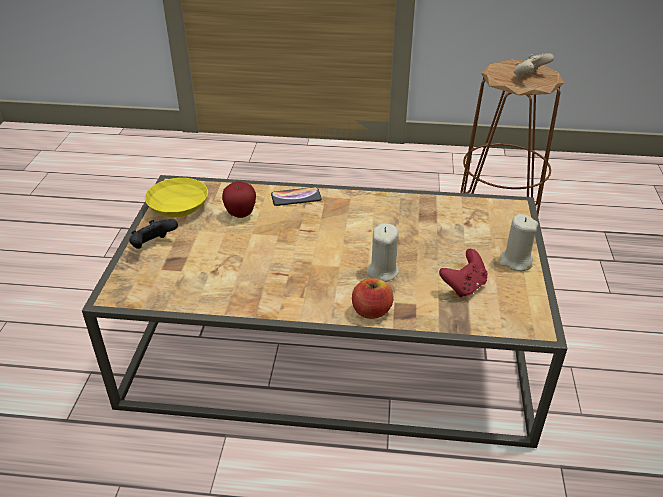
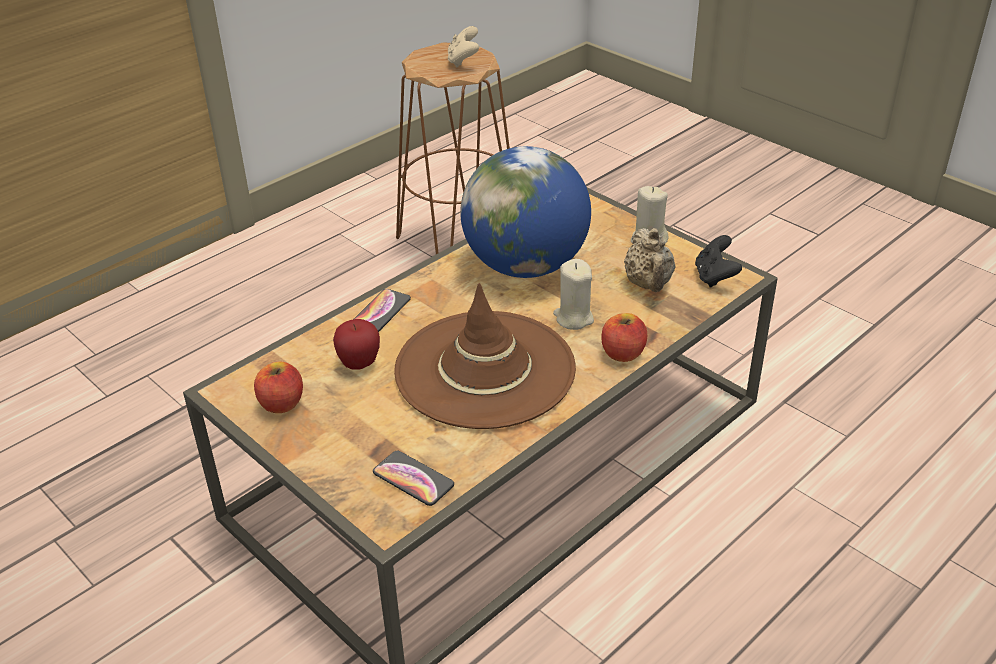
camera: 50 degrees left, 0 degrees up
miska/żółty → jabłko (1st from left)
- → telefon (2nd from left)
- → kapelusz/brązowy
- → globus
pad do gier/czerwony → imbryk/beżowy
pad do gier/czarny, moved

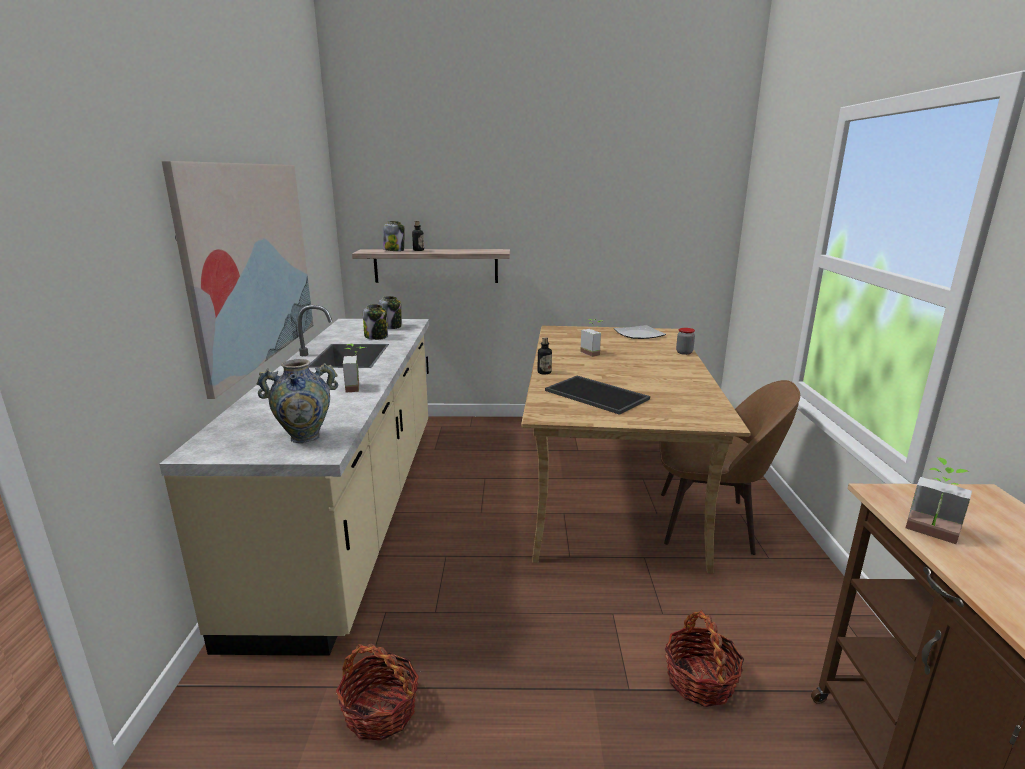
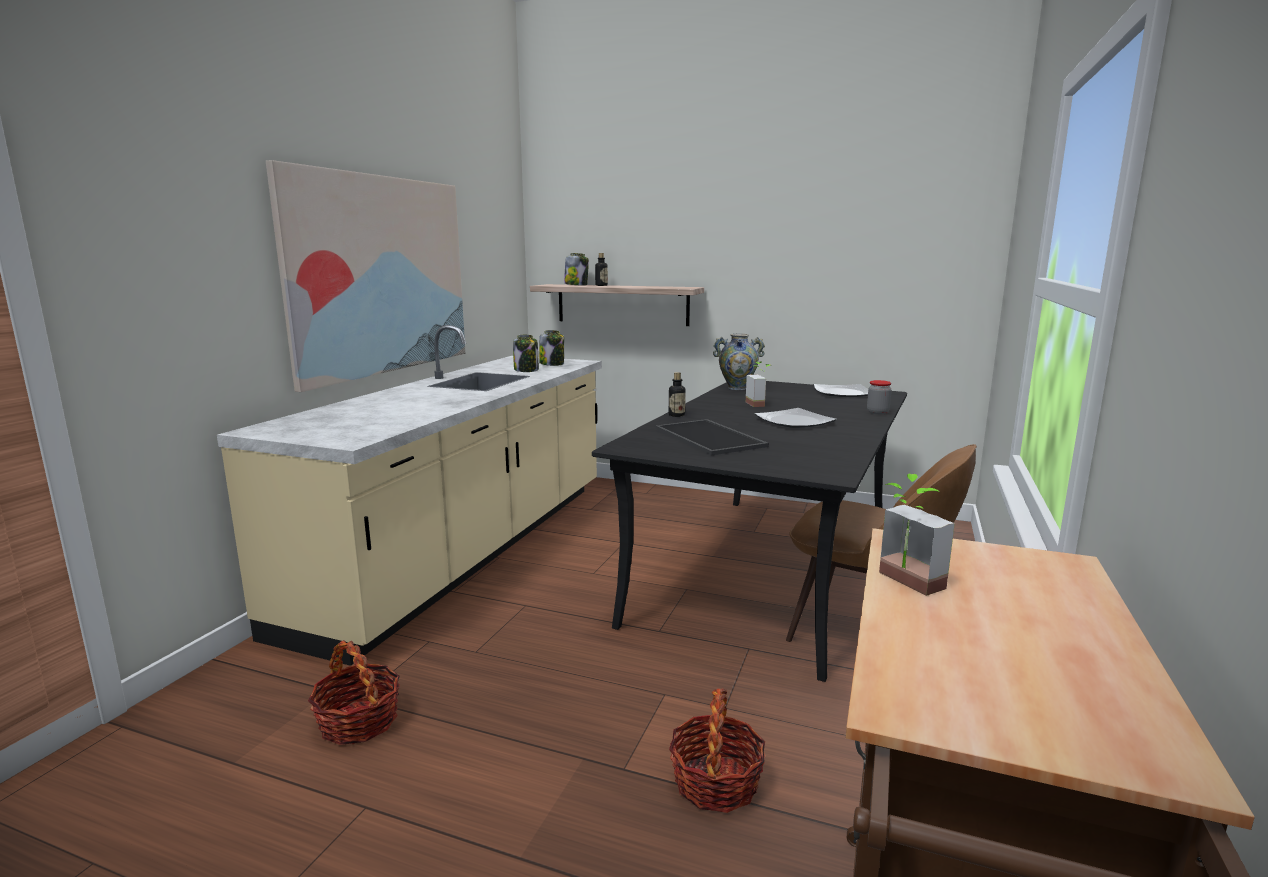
camera: 20 degrees right, 5 degrees down
stół jadalny/beżowy → stół jadalny/czarny
wazon, moved
- → talerz (1st from left)
roślina doniczkowa (1st from left) → -

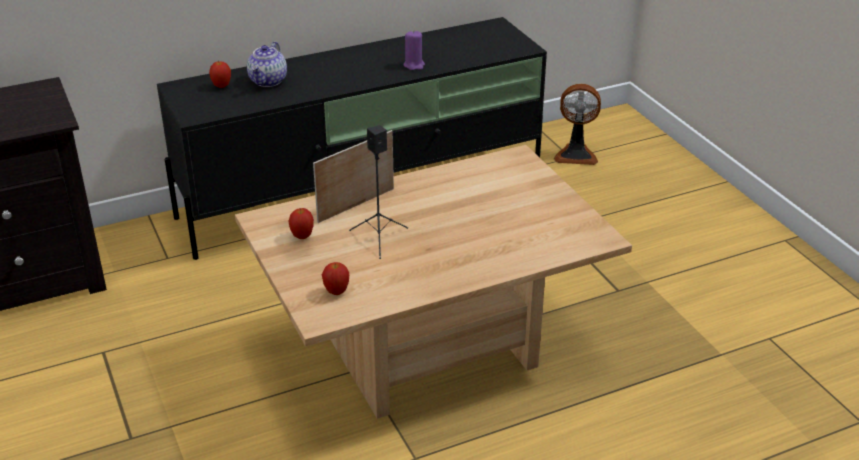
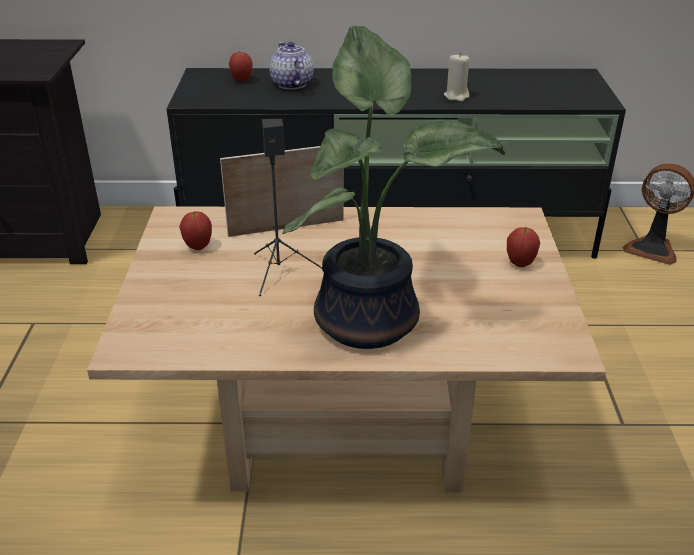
camera: 25 degrees right, 0 degrees up
imbryk, 120 degrees clockwise
- → roślina doniczkowa
świeca/fioletowy → świeca/beżowy
jabłko (3rd from left), moved

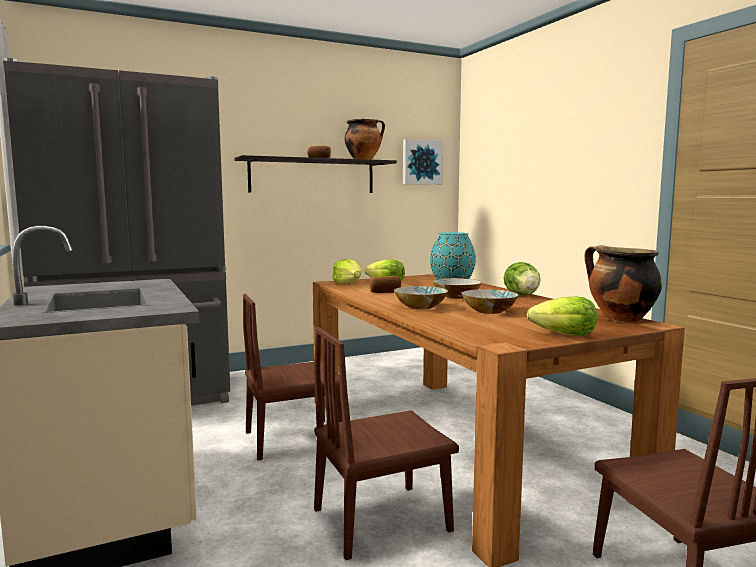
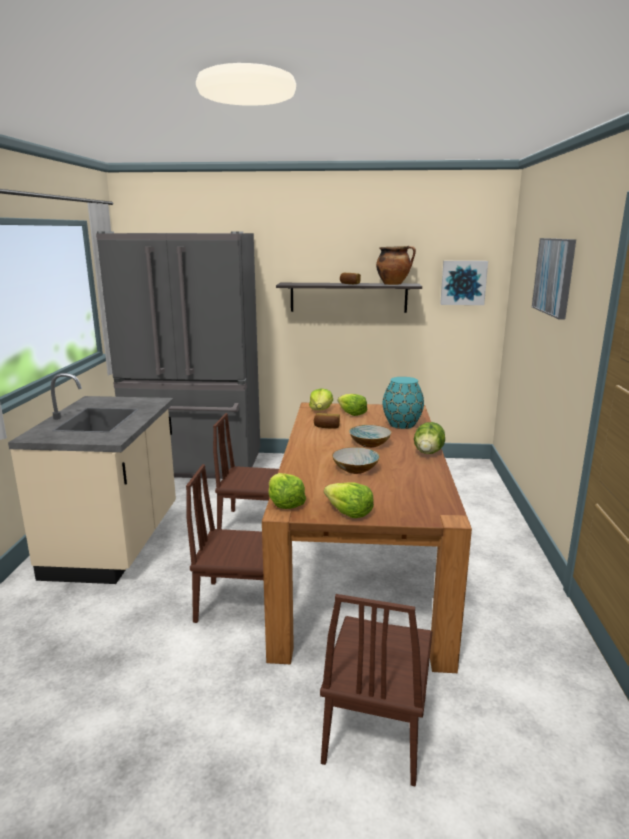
camera: 30 degrees right, 10 degrees up
- → sałata (1st from left)
- → obraz (2nd from left)
miska (1st from left) → -
garnek (2nd from left) → -

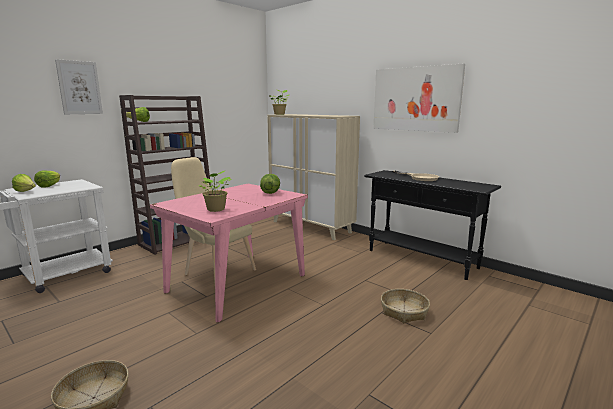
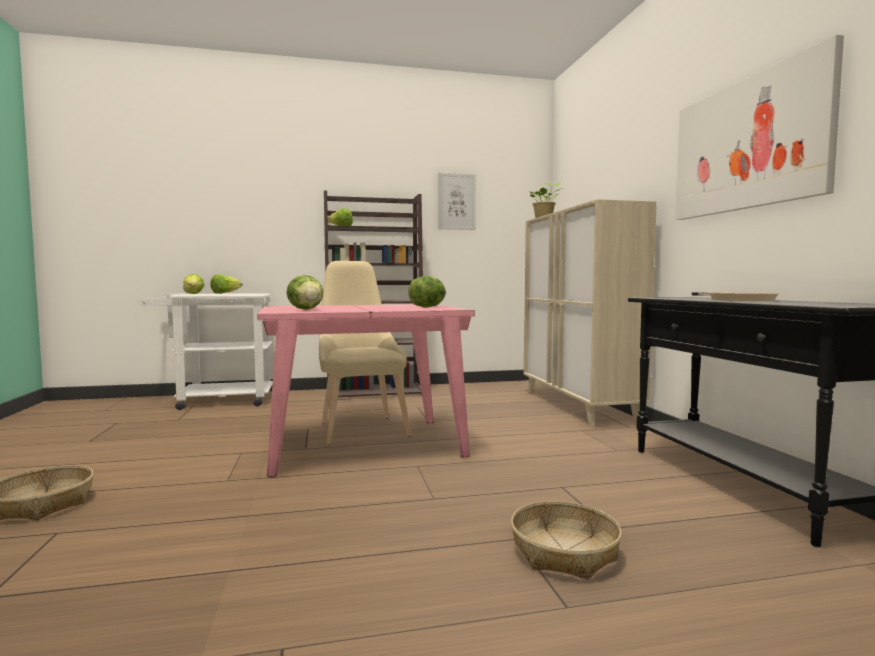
camera: 35 degrees right, 10 degrees down
roślina doniczkowa (1st from left) → sałata (3rd from left)
obraz (1st from left), moved

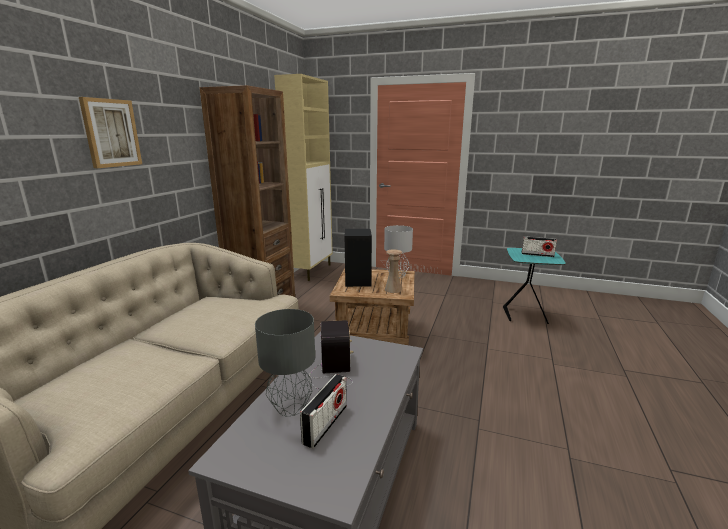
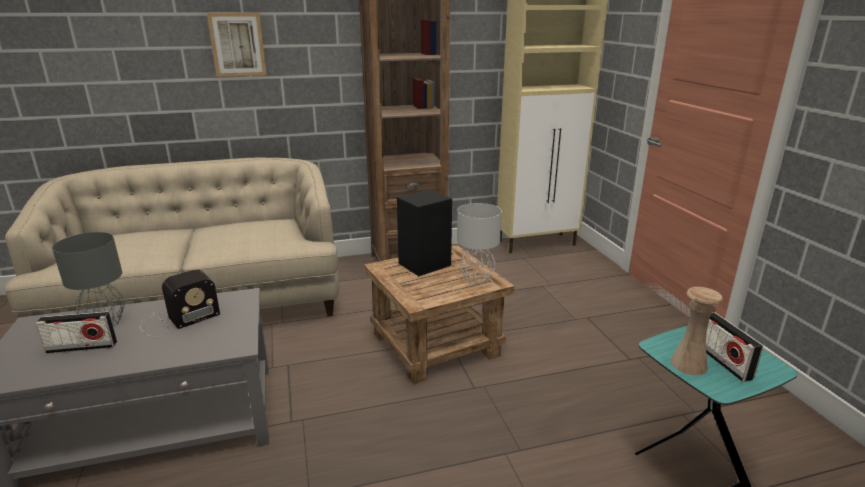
camera: 55 degrees right, 5 degrees up
wazon/beżowy, moved

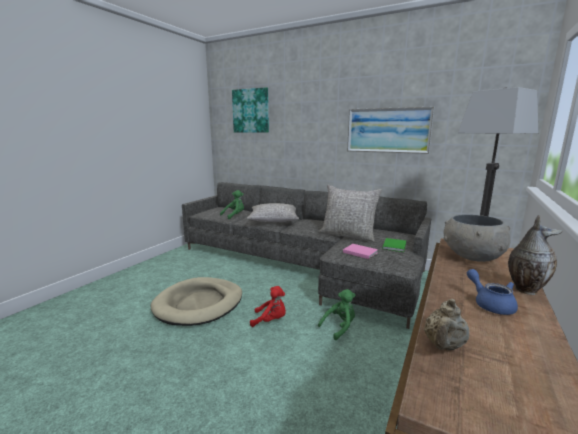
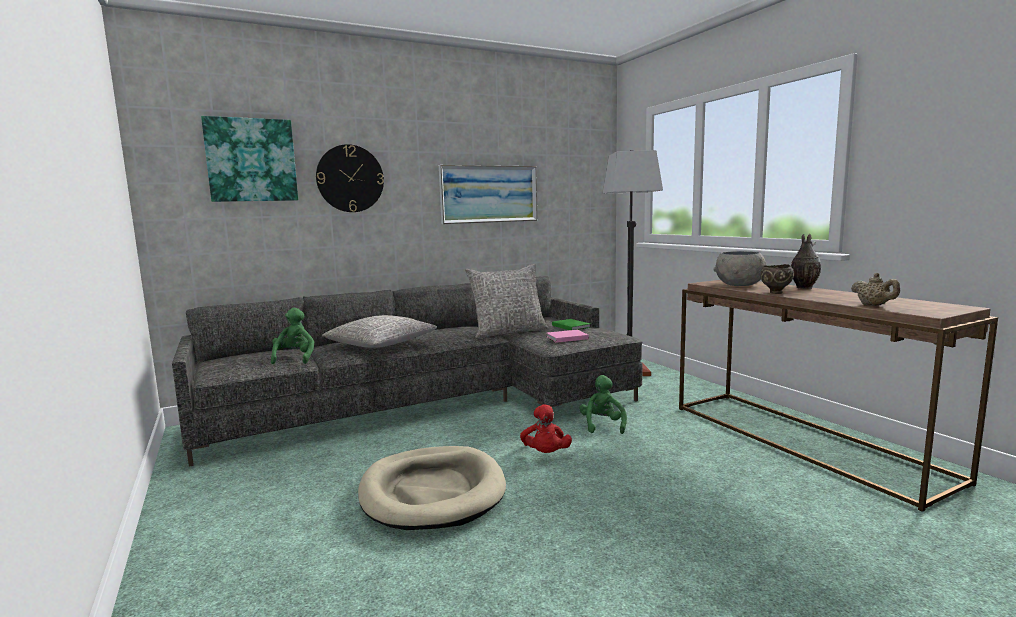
camera: 55 degrees left, 5 degrees down
- → zegar ścienny
pluszak/czerwony, 135 degrees clockwise
- → miska/brązowy
imbryk/niebieski → -

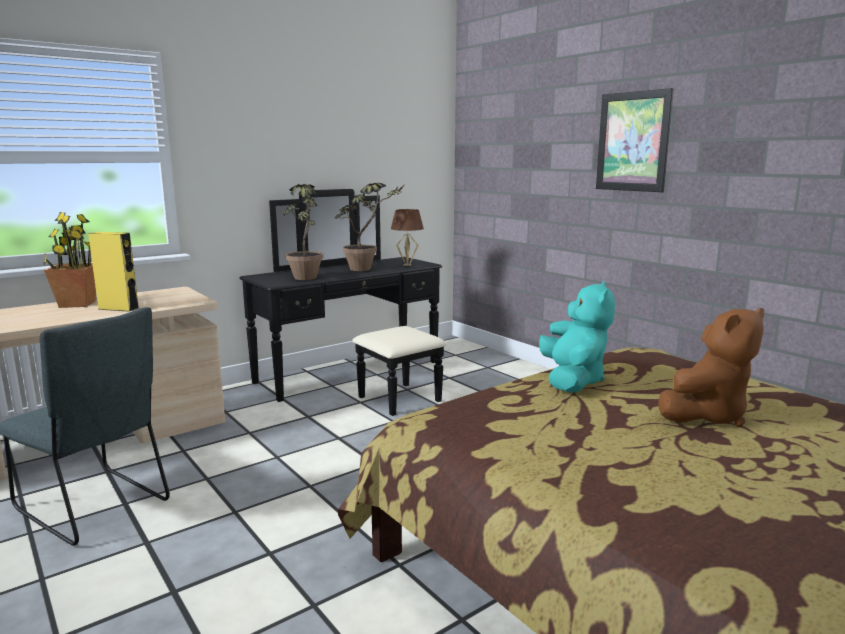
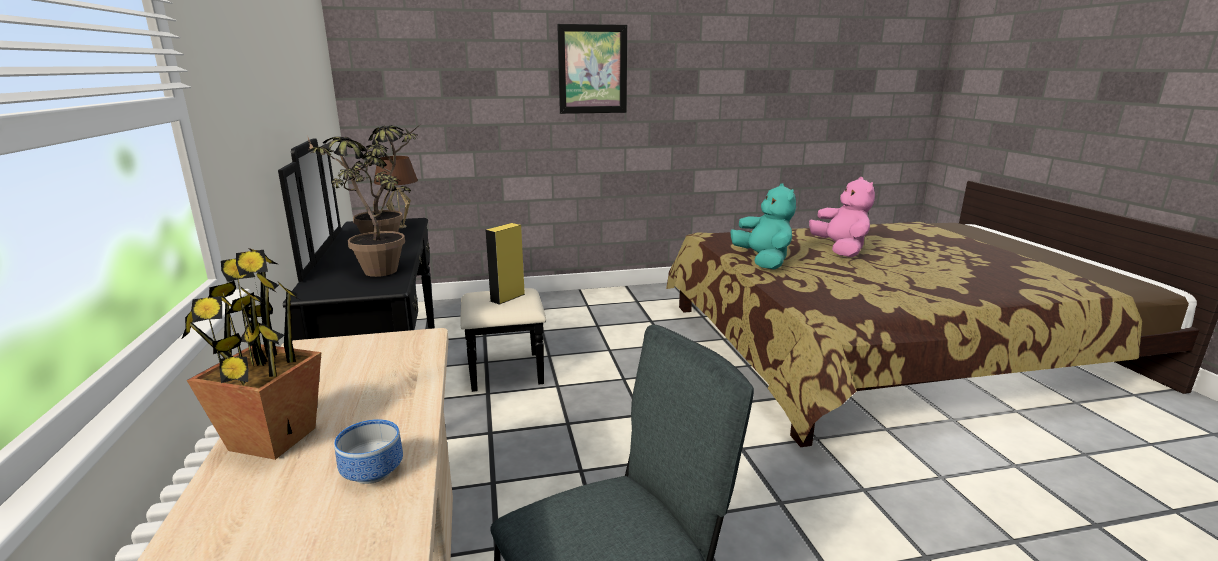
camera: 65 degrees left, 5 degrees up
- → miska
głośnik/żółty, moved
pluszak/turkusowy, 45 degrees clockwise
pluszak/brązowy → pluszak/różowy

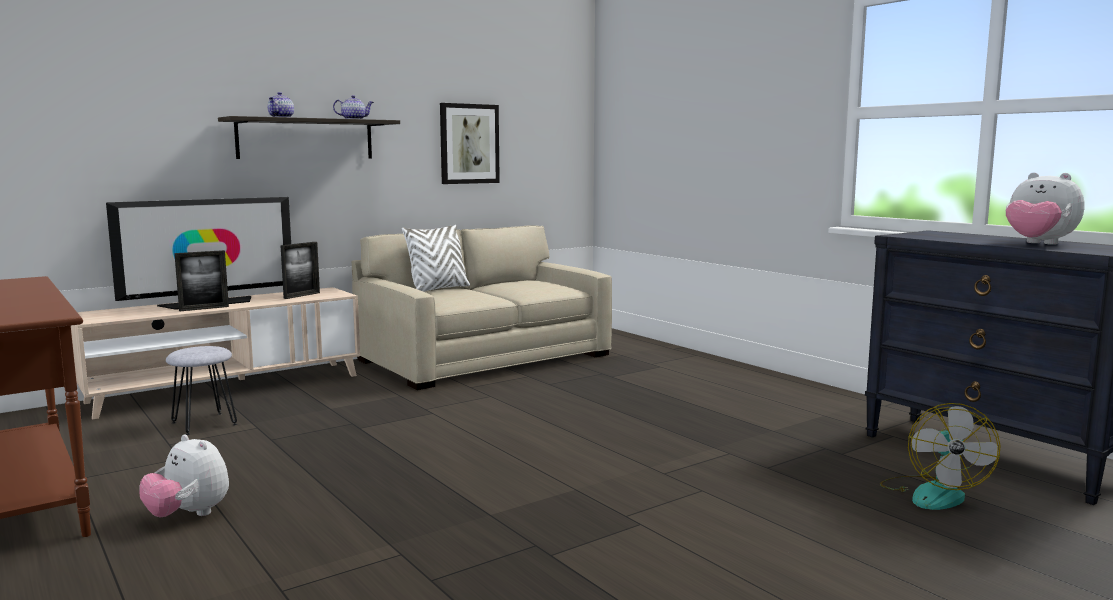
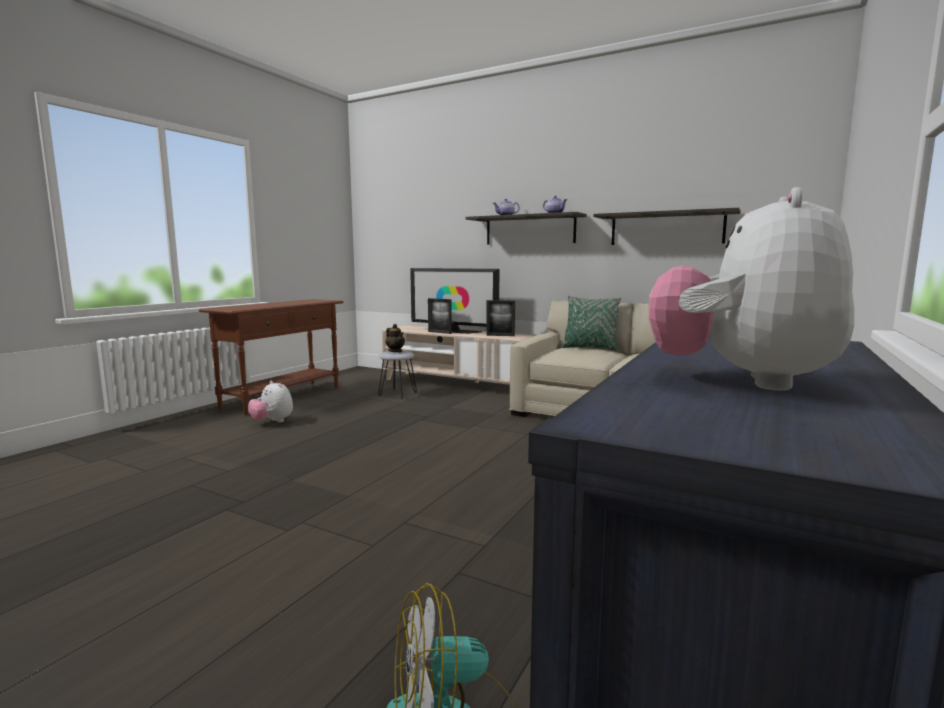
camera: 65 degrees right, 0 degrees up
pluszak (1st from left), 60 degrees counterclockwise
- → imbryk (1st from left)
poduszka/biały → poduszka/zielony
obraz → półka (2nd from left)

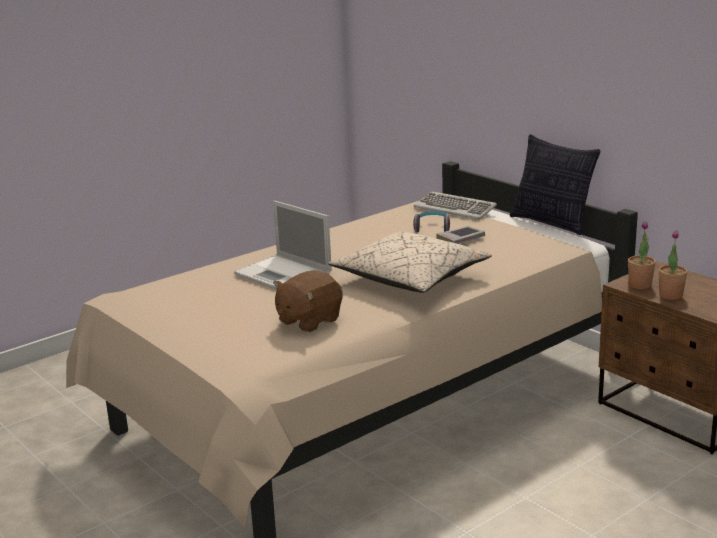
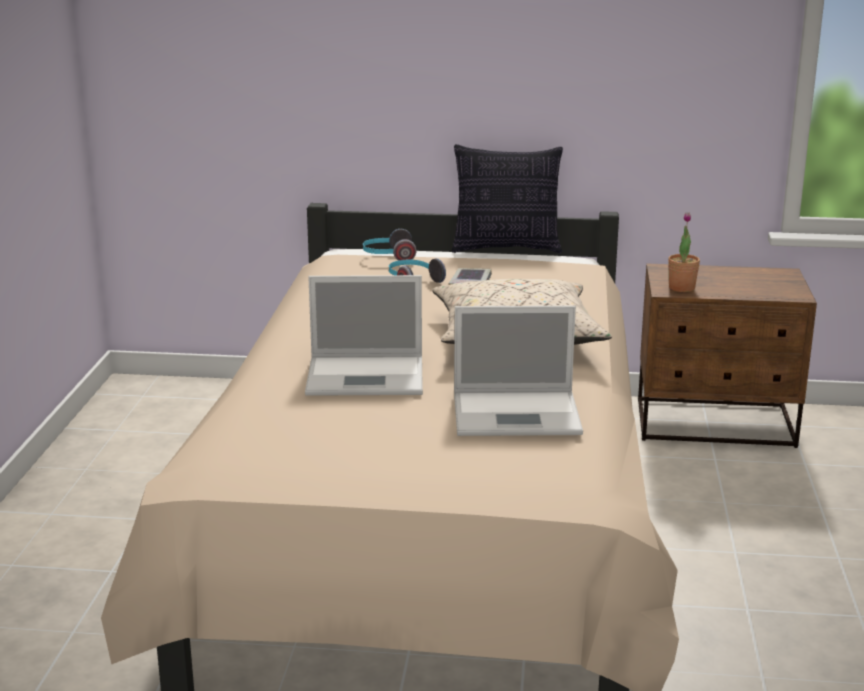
camera: 45 degrees left, 0 degrees up
klawiatura → słuchawki (1st from left)
pluszak/brązowy → laptop (2nd from left)
roślina doniczkowa (2nd from left) → -

